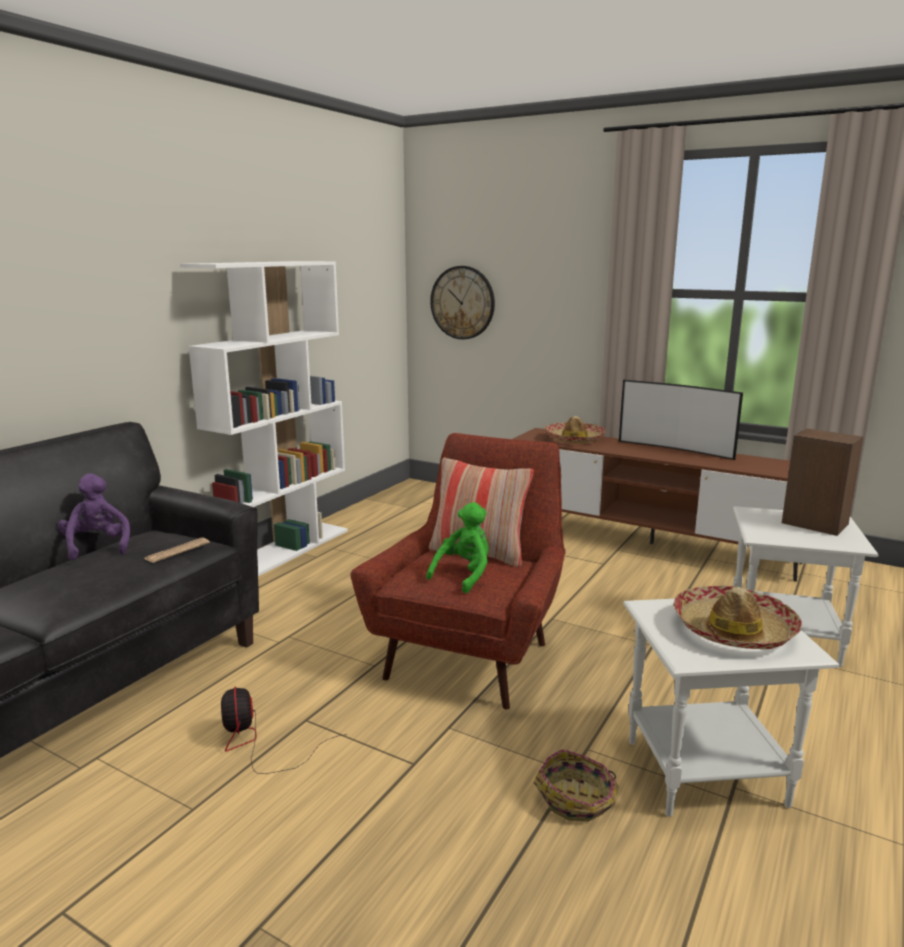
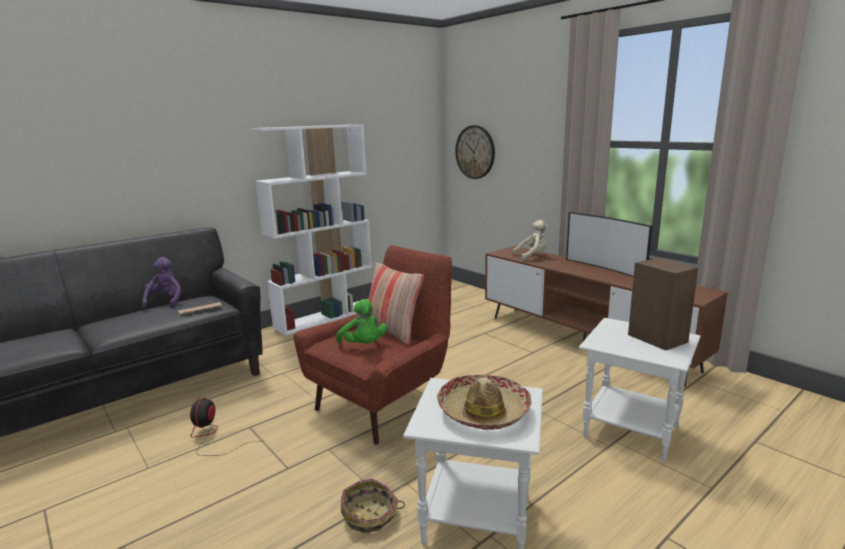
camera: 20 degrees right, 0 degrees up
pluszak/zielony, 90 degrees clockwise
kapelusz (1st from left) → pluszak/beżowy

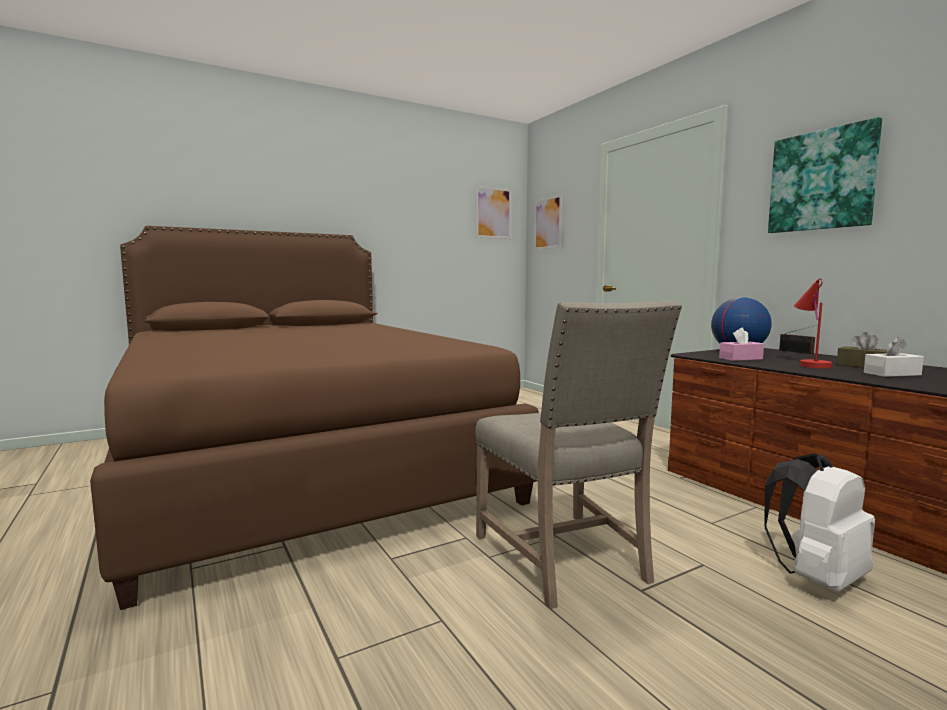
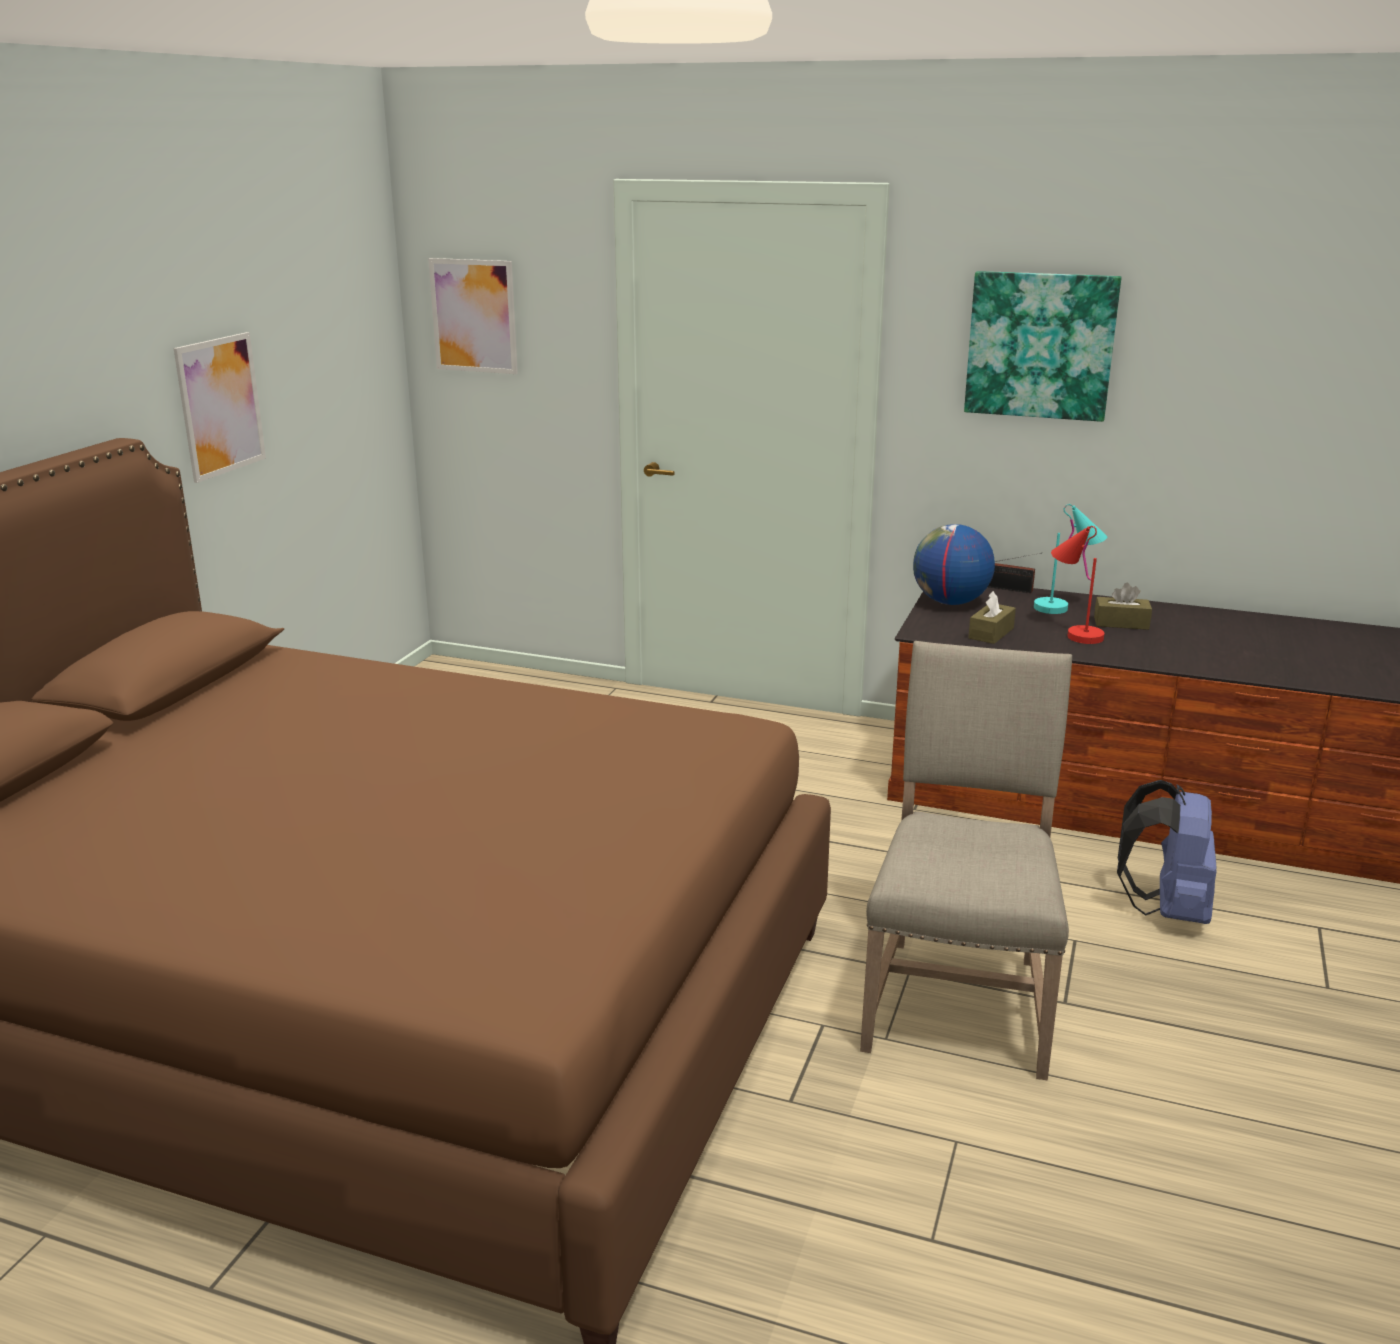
camera: 40 degrees left, 15 degrees up
obraz (1st from left), moved
krzesło/beżowy, 105 degrees counterclockwise
pudełko chusteczek/różowy → pudełko chusteczek/brązowy (1st from left)
- → lampa stołowa/turkusowy
plecak/biały → plecak/niebieski
pudełko chusteczek/biały → -

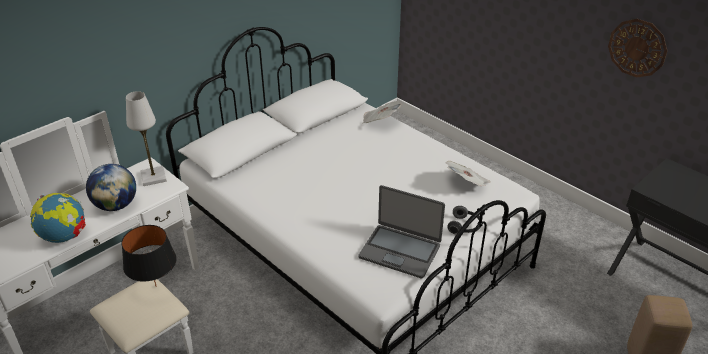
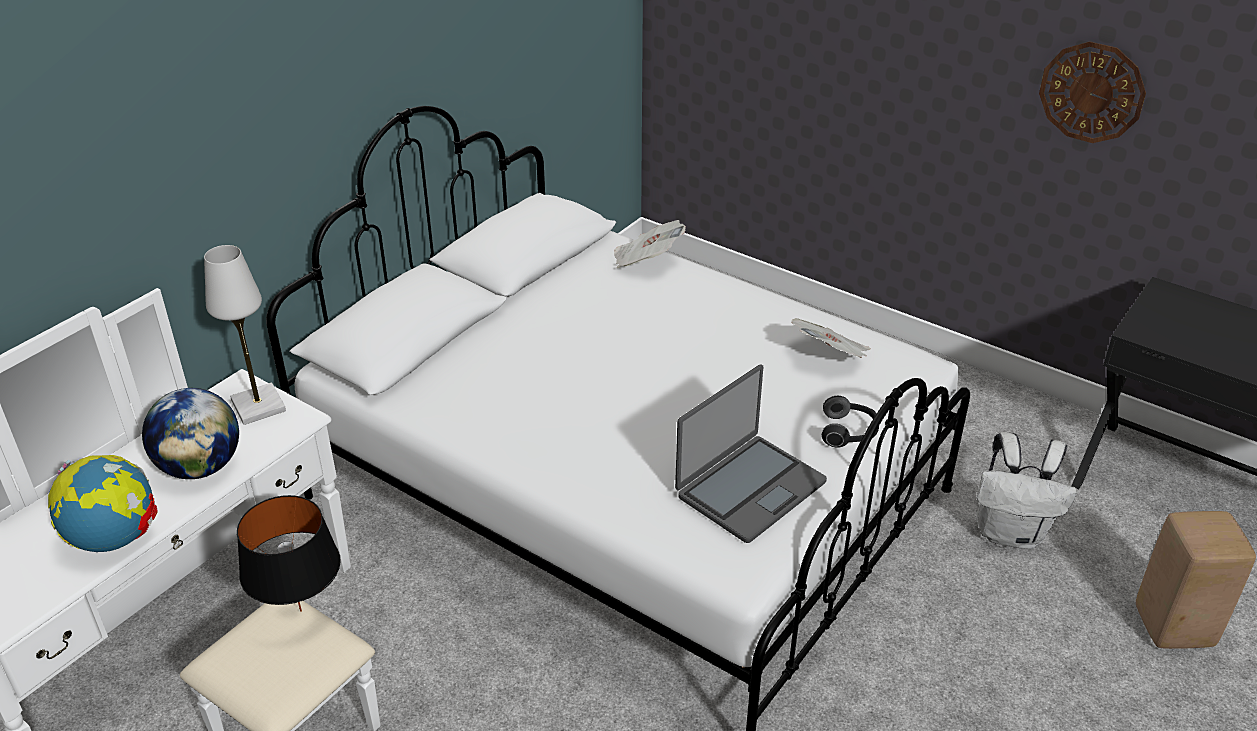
camera: 10 degrees left, 0 degrees up
laptop, 60 degrees counterclockwise
- → plecak/biały

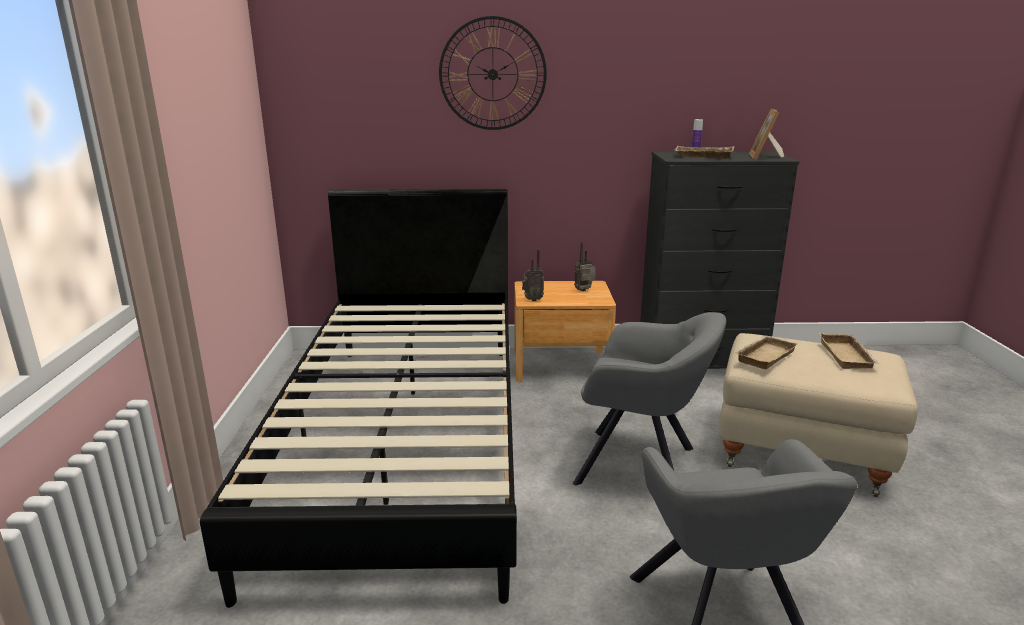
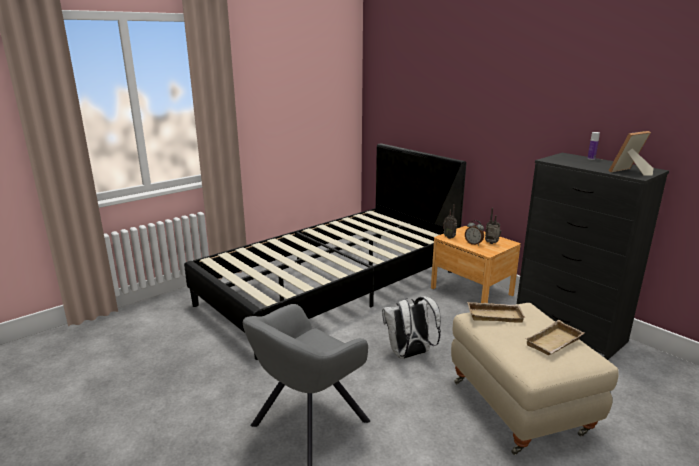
camera: 50 degrees right, 0 degrees up
fotel/szary (1st from left) → plecak/biały
- → budzik
zegar ścienny → -
taca/beżowy (1st from left) → -

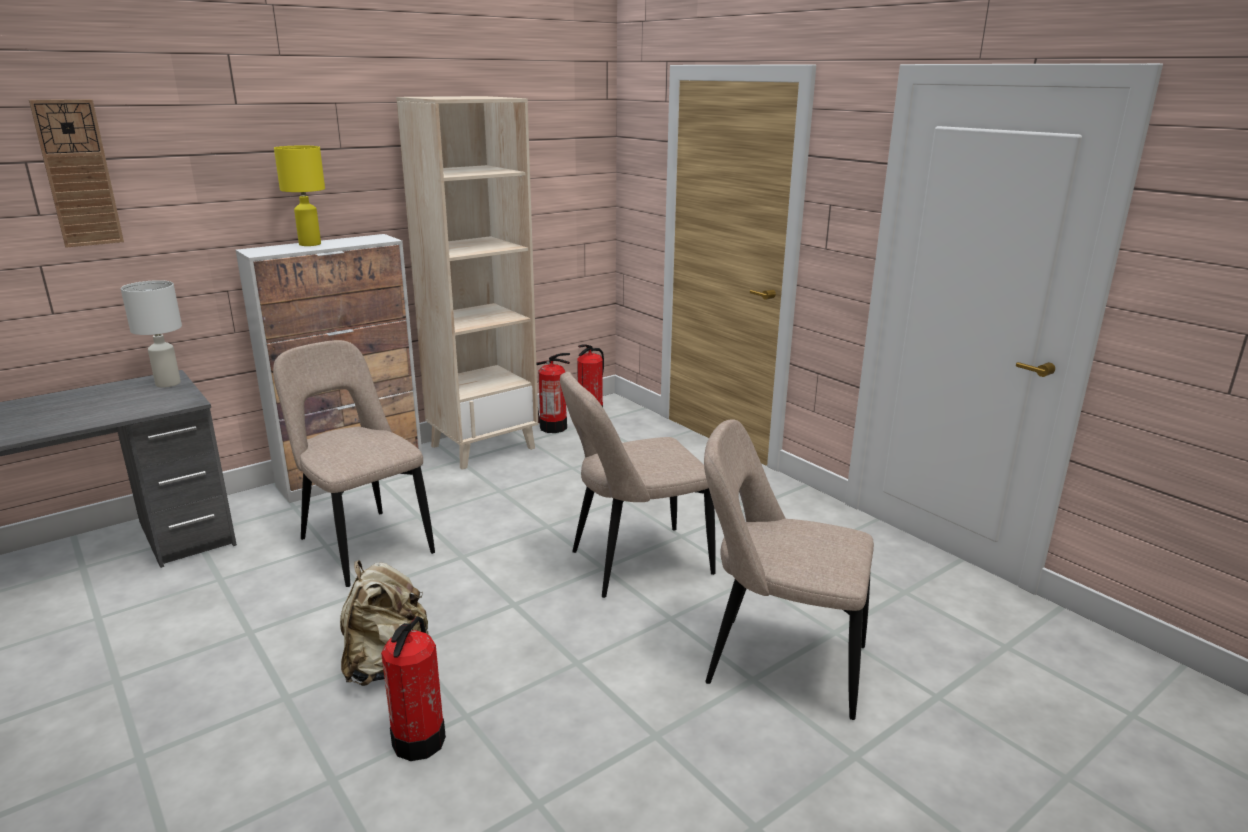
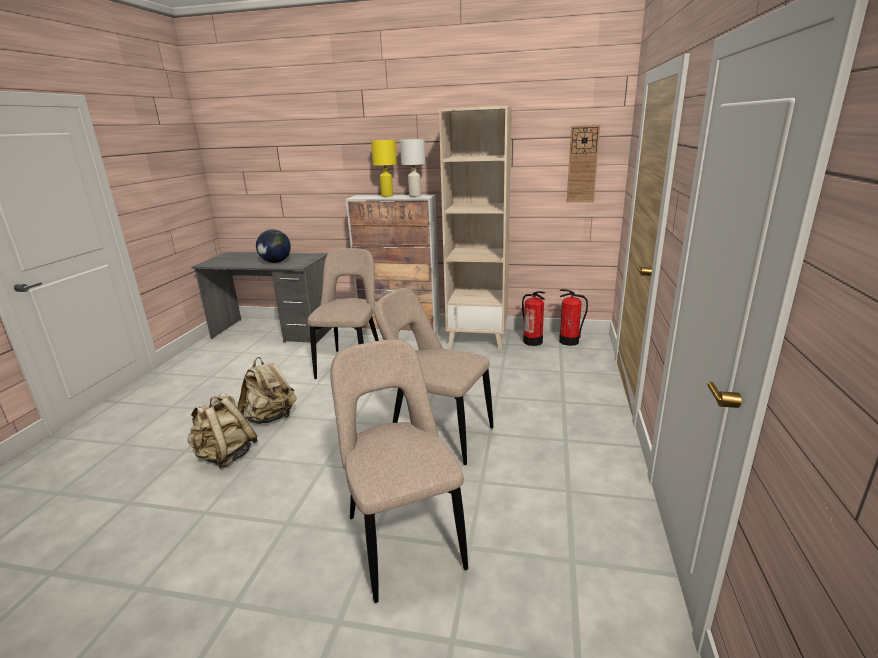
camera: 50 degrees right, 0 degrees up
gaśnica (1st from left) → plecak/beżowy (1st from left)
- → globus
lampa stołowa/biały, moved
zegar ścienny, moved

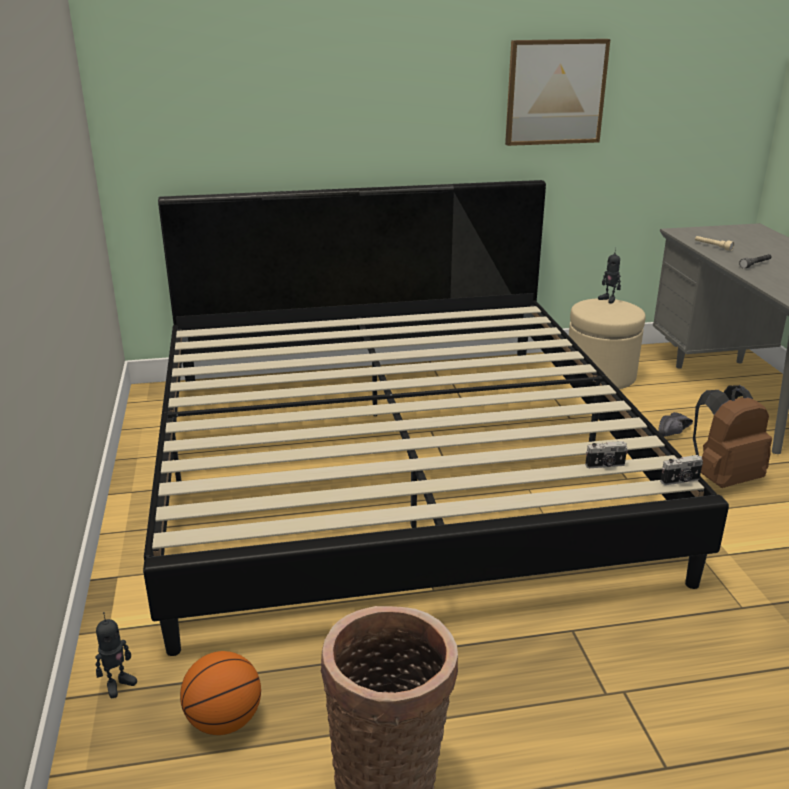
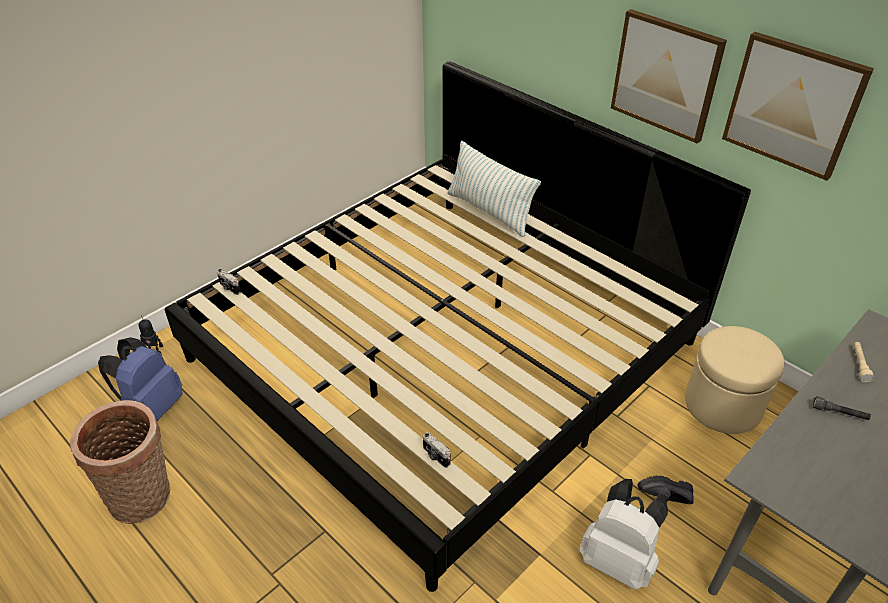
camera: 55 degrees right, 15 degrees up
piłka do koszykówki → plecak/niebieski
aparat fotograficzny (2nd from left in the first image) → aparat fotograficzny (1st from left), moved
- → poduszka
plecak/brązowy → plecak/biały
- → obraz (1st from left)
robot zabawkowy (2nd from left) → -

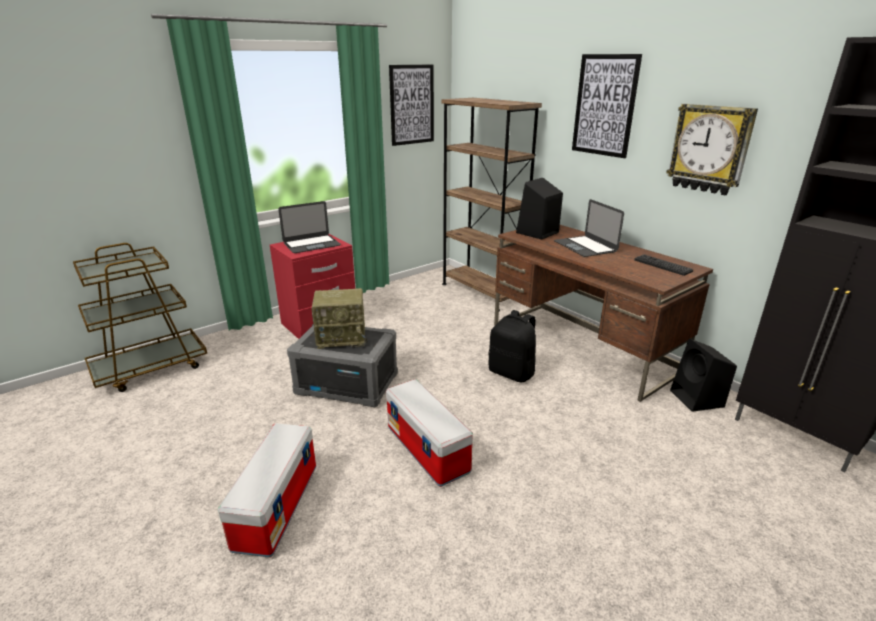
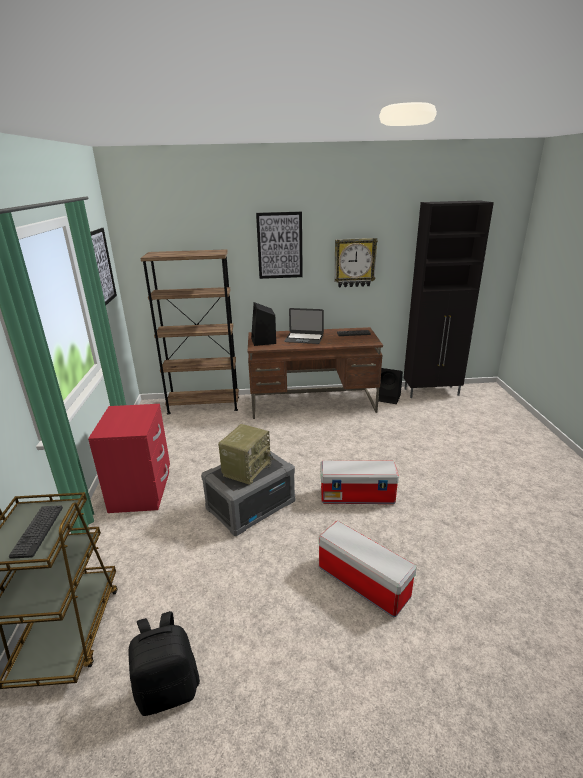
camera: 55 degrees left, 0 degrees up
- → klawiatura (1st from left)
plecak/czarny, moved
laptop (1st from left) → -

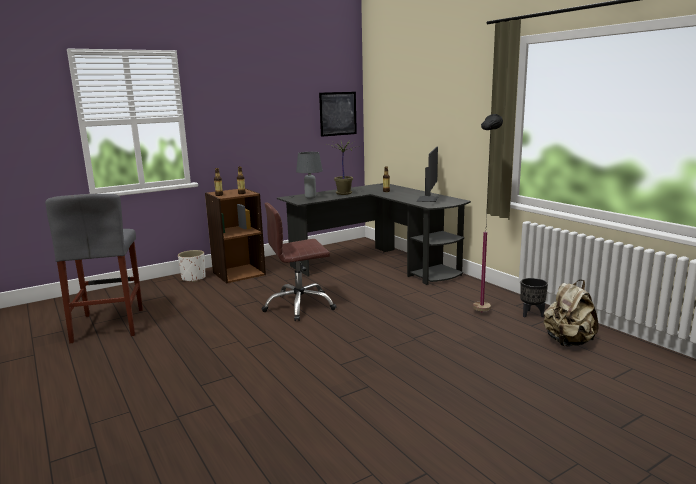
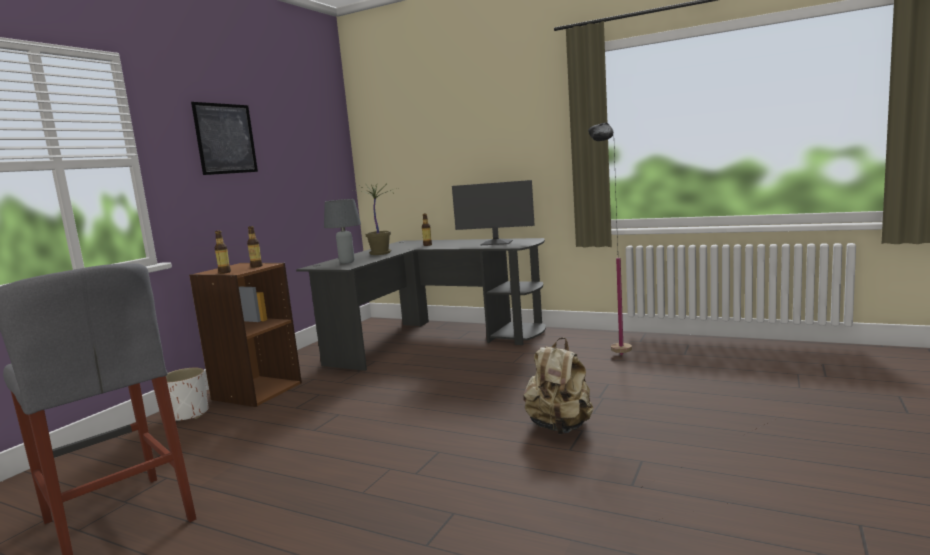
camera: 30 degrees left, 5 degrees down
obraz, moved
monitor, 120 degrees clockwise
plecak/beżowy, moved
krzesło biurowe/brązowy → -
donica/czarny → -

